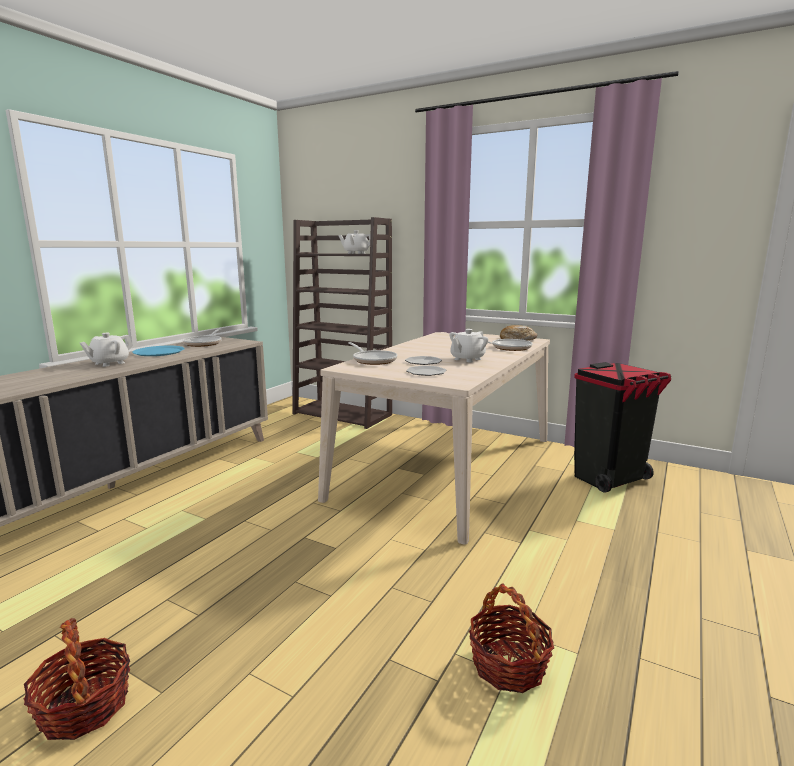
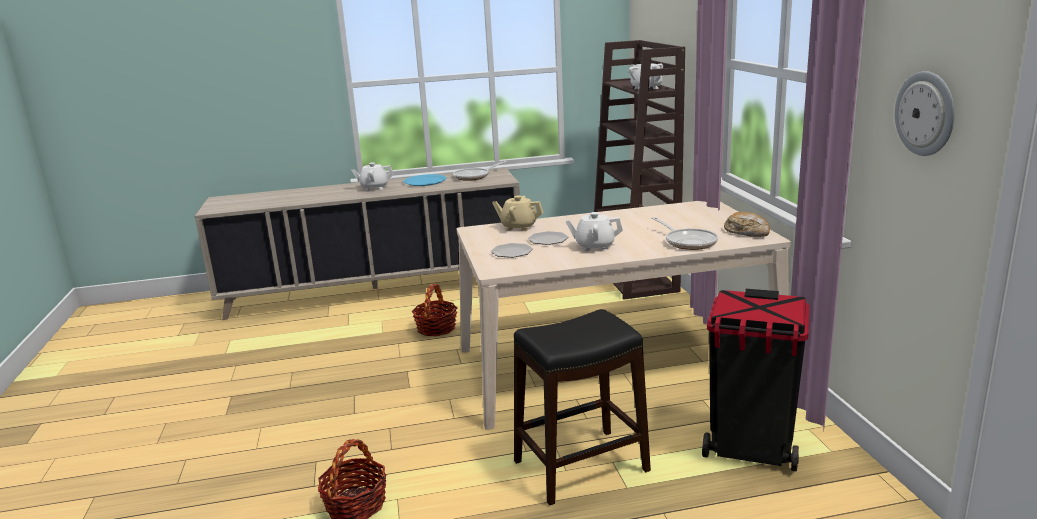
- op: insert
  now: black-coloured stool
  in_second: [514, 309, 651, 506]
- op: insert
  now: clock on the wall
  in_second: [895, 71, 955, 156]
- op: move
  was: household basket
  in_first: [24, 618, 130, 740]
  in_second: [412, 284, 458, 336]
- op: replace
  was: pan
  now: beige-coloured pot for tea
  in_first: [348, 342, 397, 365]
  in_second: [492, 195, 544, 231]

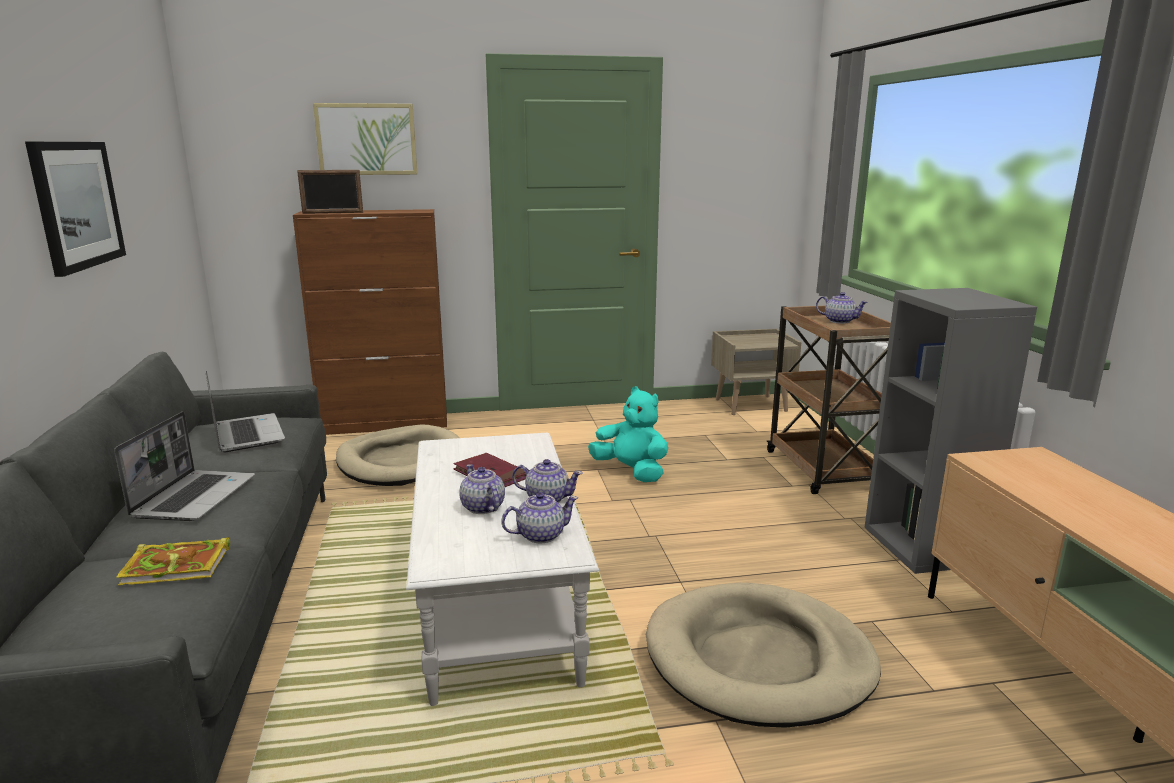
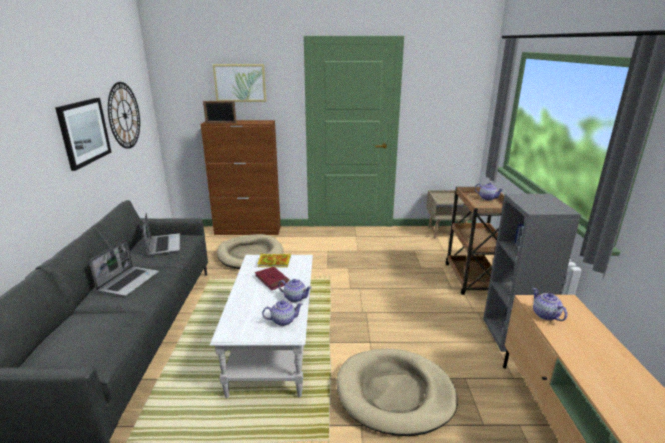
- op: delete
  was: turquoise-coloured soft toy
  in_first: [588, 387, 668, 482]
- op: insert
  now: clock on the wall
  in_second: [108, 82, 140, 149]
- op: move
  was: book
  in_first: [116, 537, 230, 585]
  in_second: [258, 254, 291, 267]
- op: move
  was: pot for tea
  in_first: [459, 464, 505, 514]
  in_second: [533, 288, 567, 321]

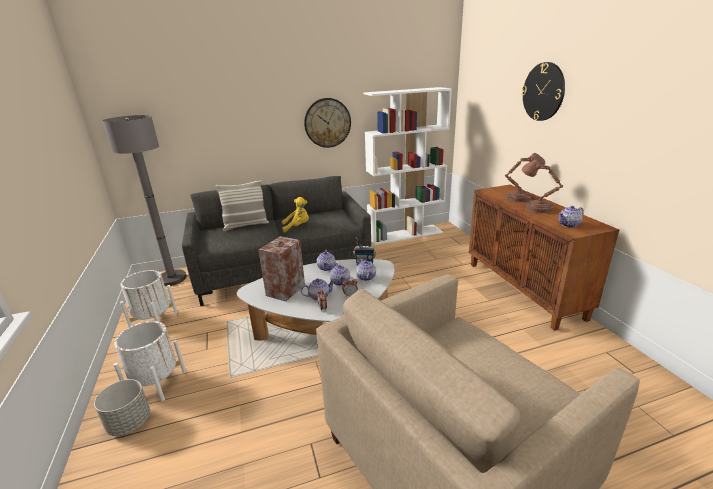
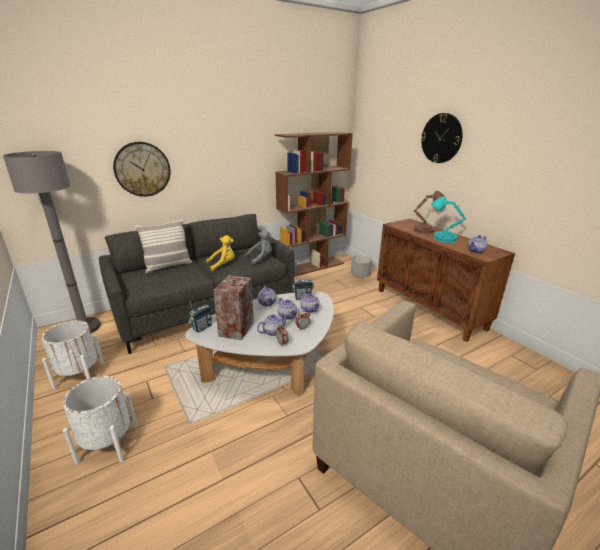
- op: insert
  now: radio receiver
  in_second: [188, 302, 212, 333]
- op: insert
  now: gray soft toy
  in_second: [244, 230, 272, 265]
- op: move
  was: gray flower pot
  in_first: [94, 379, 150, 436]
  in_second: [351, 255, 372, 278]
- op: move
  was: clock on the wall
  in_first: [304, 98, 351, 148]
  in_second: [113, 142, 171, 197]
- op: recolor
  was: whitish bookshelf
  now: brown-coloured bookshelf
  in_first: [364, 87, 452, 245]
  in_second: [275, 132, 353, 277]
- op: recolor
  was: brown-coloured table lamp
  now: turquoise-coloured table lamp
  in_first: [522, 160, 563, 214]
  in_second: [431, 196, 466, 243]

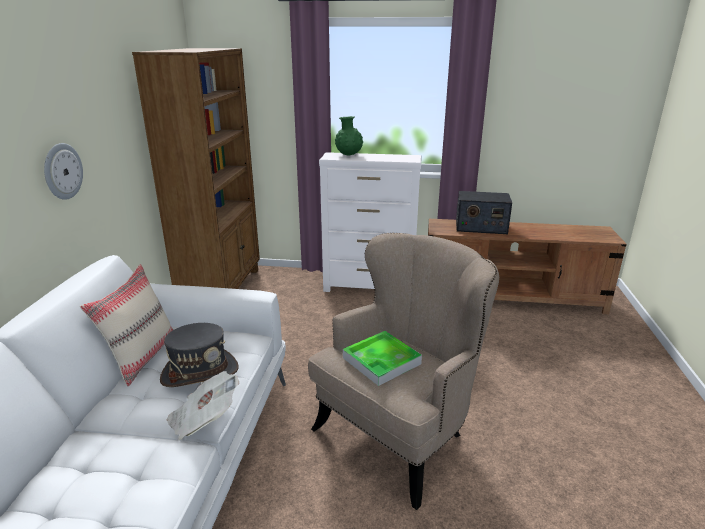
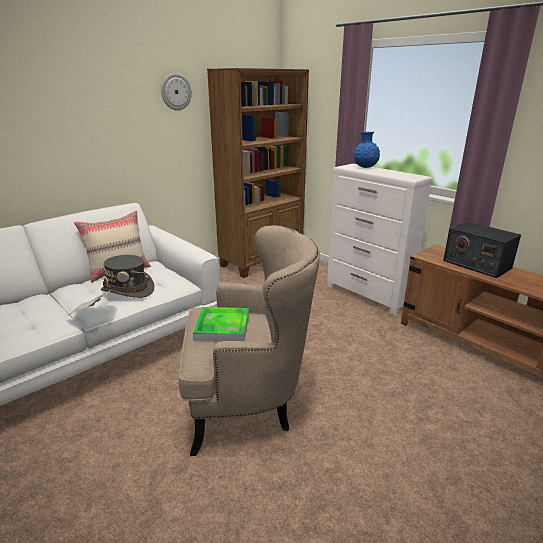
- op: move
  was: clock on the wall
  in_first: [44, 143, 83, 200]
  in_second: [161, 73, 192, 110]
- op: recolor
  was: green decorative vase
  now: blue-coloured decorative vase
  in_first: [335, 116, 363, 155]
  in_second: [354, 132, 380, 168]

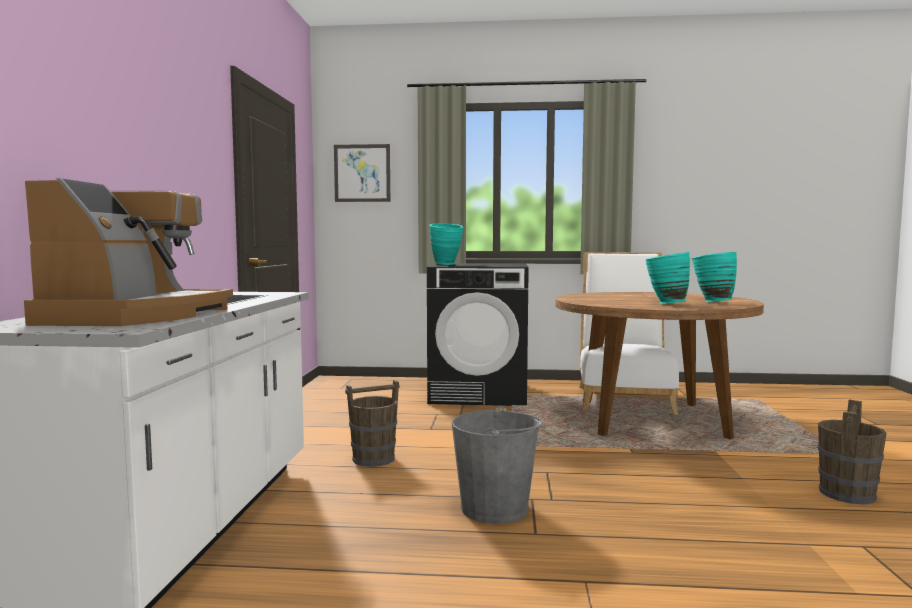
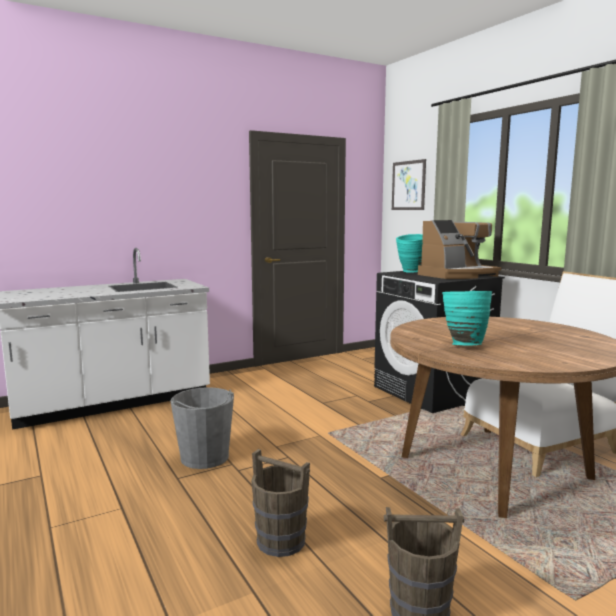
- op: delete
  was: turquoise-coloured decorative vase
  in_first: [692, 252, 737, 302]
- op: move
  was: coffee maker
  in_first: [24, 178, 233, 326]
  in_second: [418, 220, 501, 279]
- op: move
  was: brown-coloured water bucket
  in_first: [345, 380, 400, 467]
  in_second: [251, 449, 310, 557]

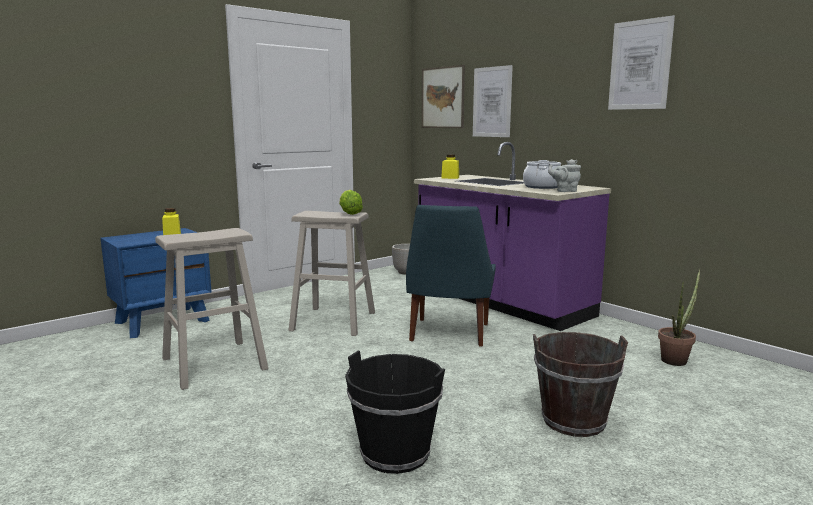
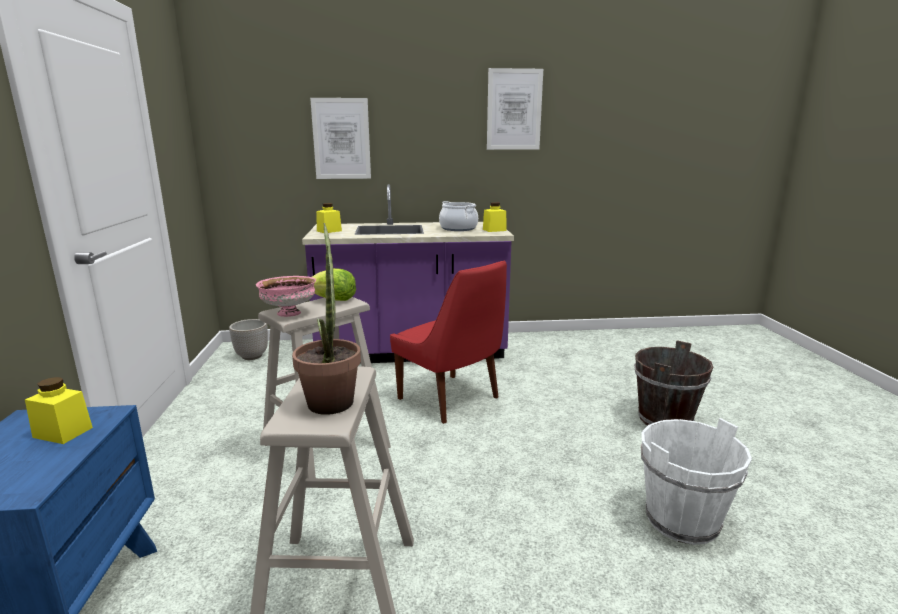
- op: delete
  was: wall art
  in_first: [422, 65, 465, 128]
- op: insert
  now: pink-coloured deep dish
  in_second: [256, 276, 316, 317]
- op: move
  was: houseplant
  in_first: [658, 269, 700, 366]
  in_second: [292, 223, 361, 415]
- op: replace
  was: gray pot for tea
  now: yellow jar
  in_first: [548, 159, 581, 192]
  in_second: [483, 202, 507, 232]
- op: recolor
  was: black-coloured water bucket
  now: whitish water bucket
  in_first: [345, 351, 445, 474]
  in_second: [641, 418, 752, 545]
- op: recolor
  was: blue-coloured upright chair
  now: red upright chair
  in_first: [406, 205, 496, 347]
  in_second: [390, 261, 507, 424]

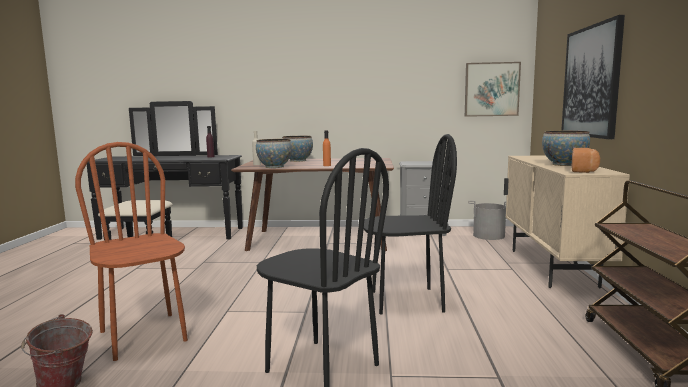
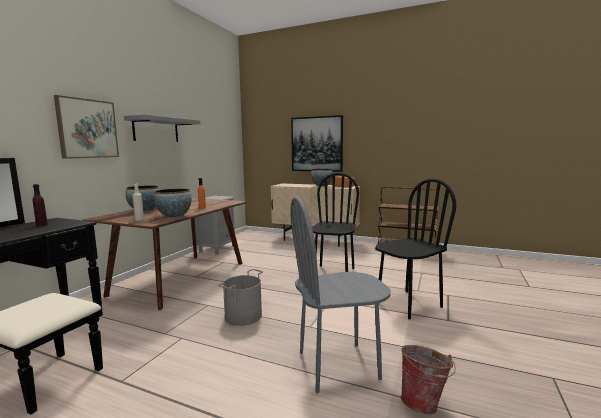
- op: insert
  now: gray bracket shelf
  in_second: [124, 114, 201, 142]
- op: move
  was: wall art
  in_first: [465, 62, 521, 117]
  in_second: [54, 95, 119, 159]
- op: move
  was: gray water bucket
  in_first: [468, 201, 506, 240]
  in_second: [218, 269, 263, 326]
- op: recolor
  was: brown-coloured upright chair
  now: gray upright chair
  in_first: [75, 142, 188, 361]
  in_second: [290, 196, 391, 393]

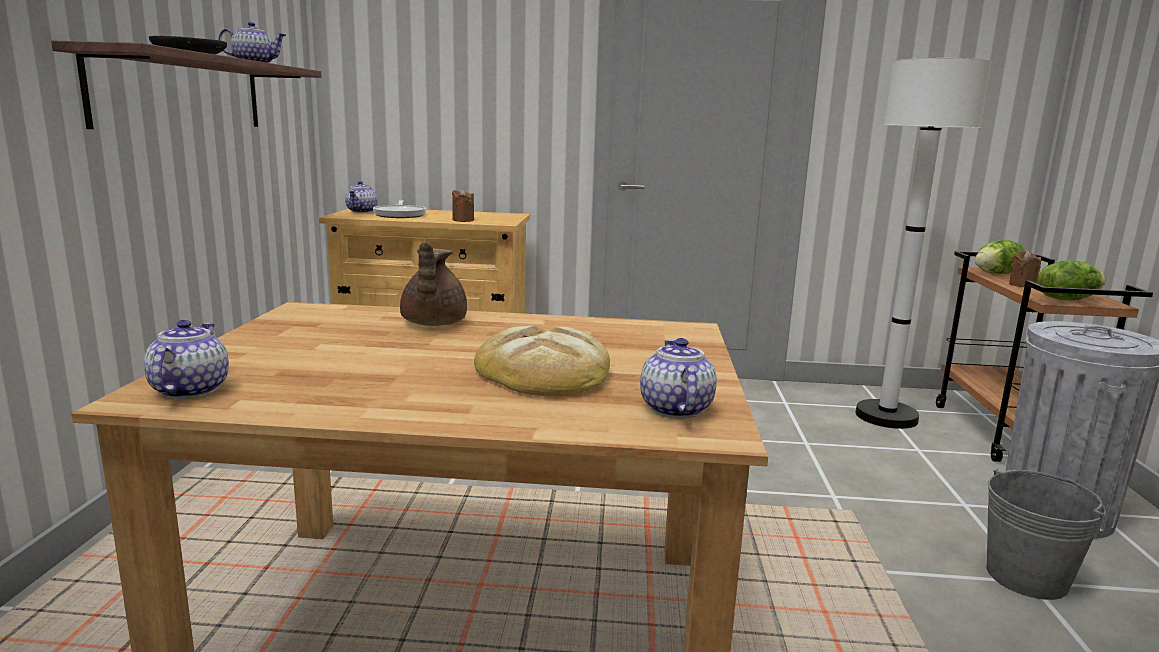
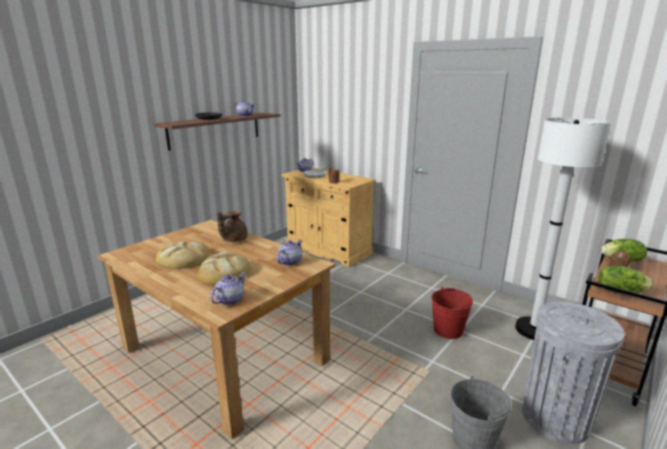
- op: insert
  now: bakery bread
  in_second: [156, 241, 210, 269]
- op: insert
  now: red water bucket
  in_second: [432, 287, 473, 339]
- op: move
  was: pot for tea
  in_first: [144, 320, 229, 399]
  in_second: [277, 240, 302, 266]

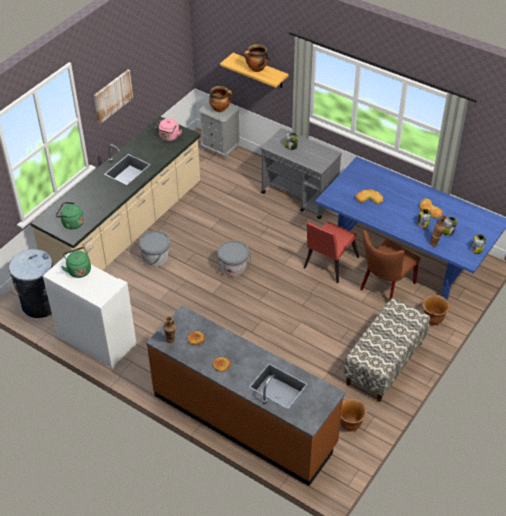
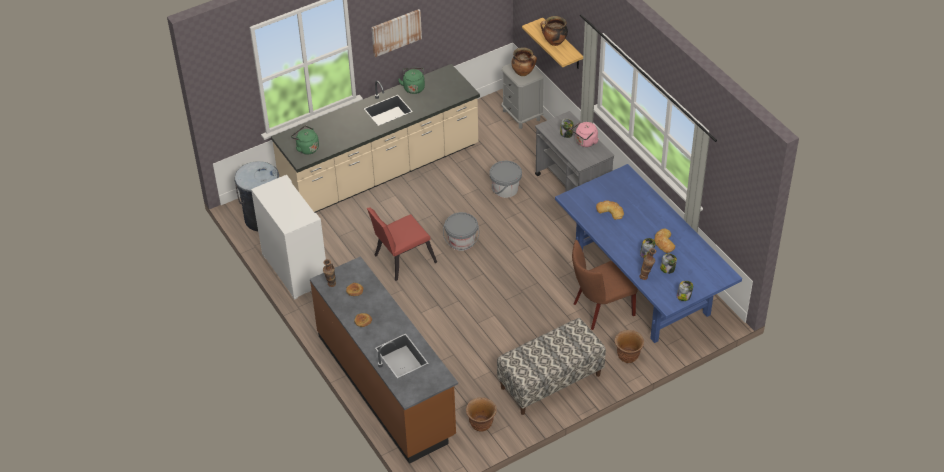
- op: move
  was: green kettle
  in_first: [61, 247, 91, 278]
  in_second: [398, 68, 425, 94]
- op: move
  was: gray water bucket
  in_first: [139, 231, 170, 266]
  in_second: [490, 161, 522, 198]
- op: move
  was: pink-coloured kettle
  in_first: [155, 118, 182, 141]
  in_second: [571, 122, 598, 147]
- op: move
  was: red upright chair
  in_first: [304, 221, 360, 283]
  in_second: [367, 207, 437, 281]

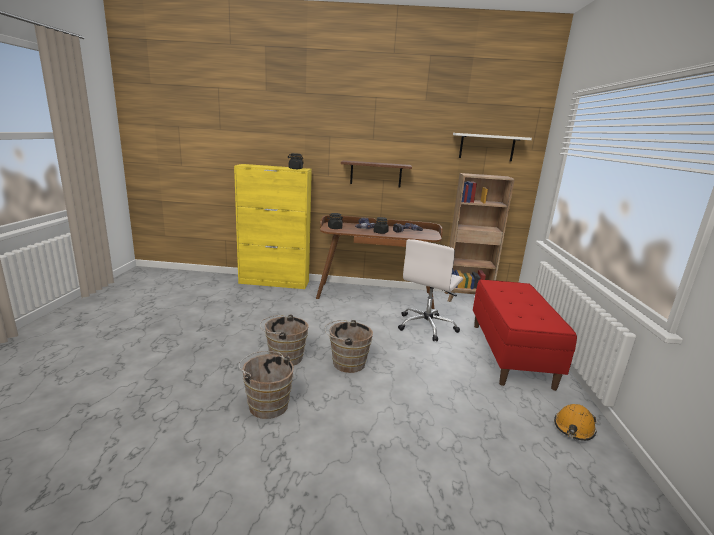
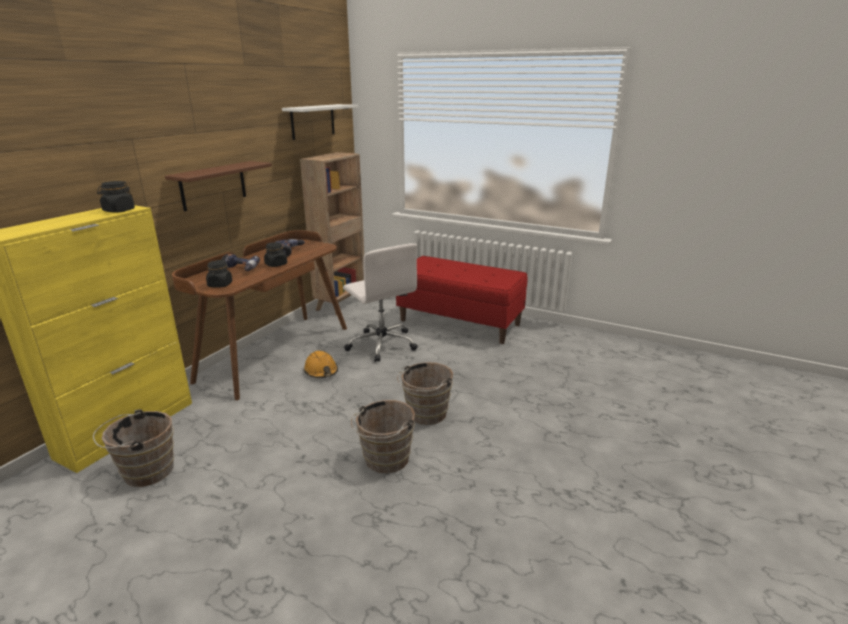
- op: move
  was: brown-coloured water bucket
  in_first: [239, 351, 294, 419]
  in_second: [93, 409, 174, 487]
- op: move
  was: orange safety helmet
  in_first: [554, 404, 597, 441]
  in_second: [304, 351, 338, 378]

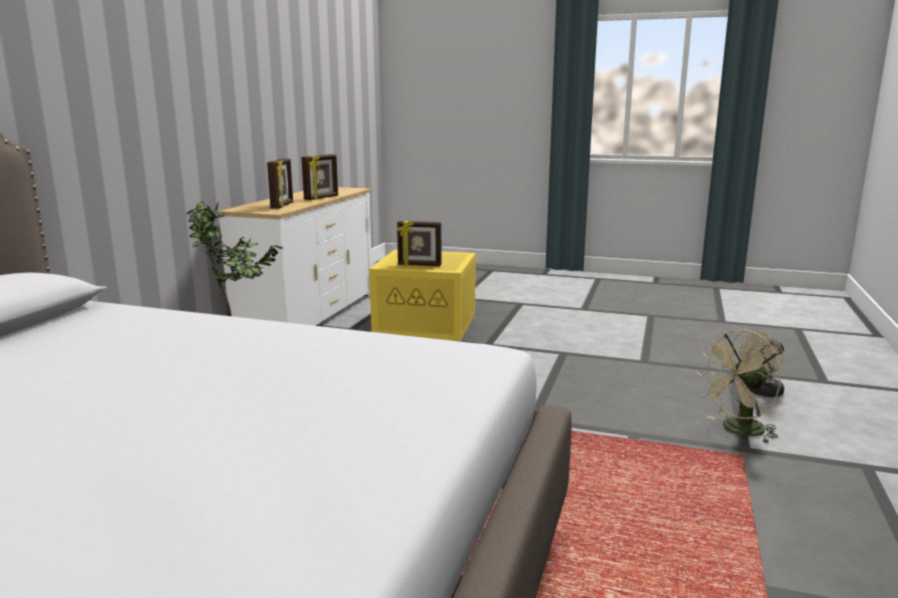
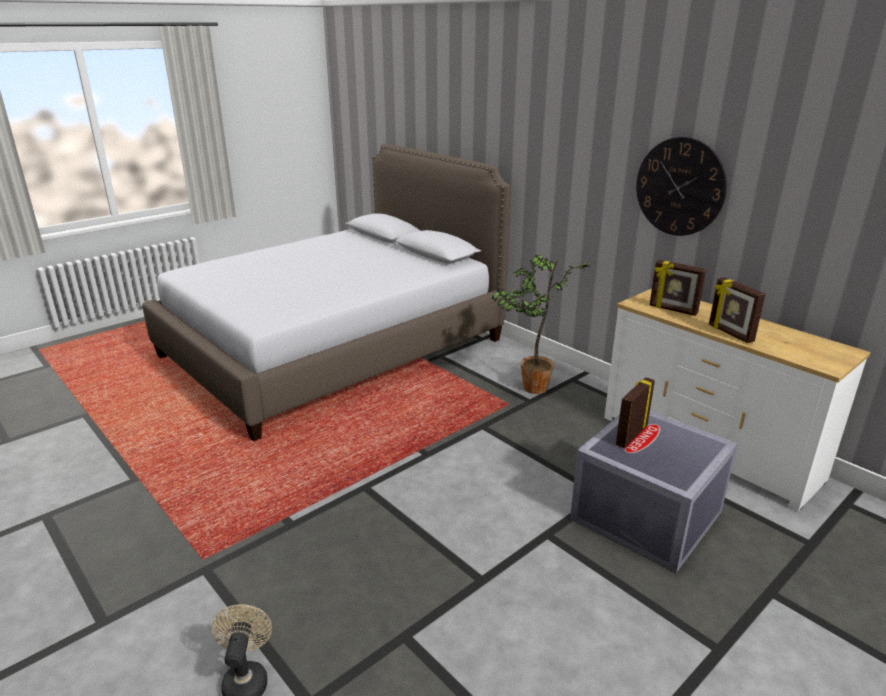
- op: delete
  was: beige-coloured electric fan
  in_first: [697, 329, 781, 443]
- op: insert
  now: clock on the wall
  in_second: [636, 137, 727, 236]
- op: recolor
  was: yellow storage container
  now: gray storage container
  in_first: [369, 250, 476, 341]
  in_second: [570, 411, 738, 573]

